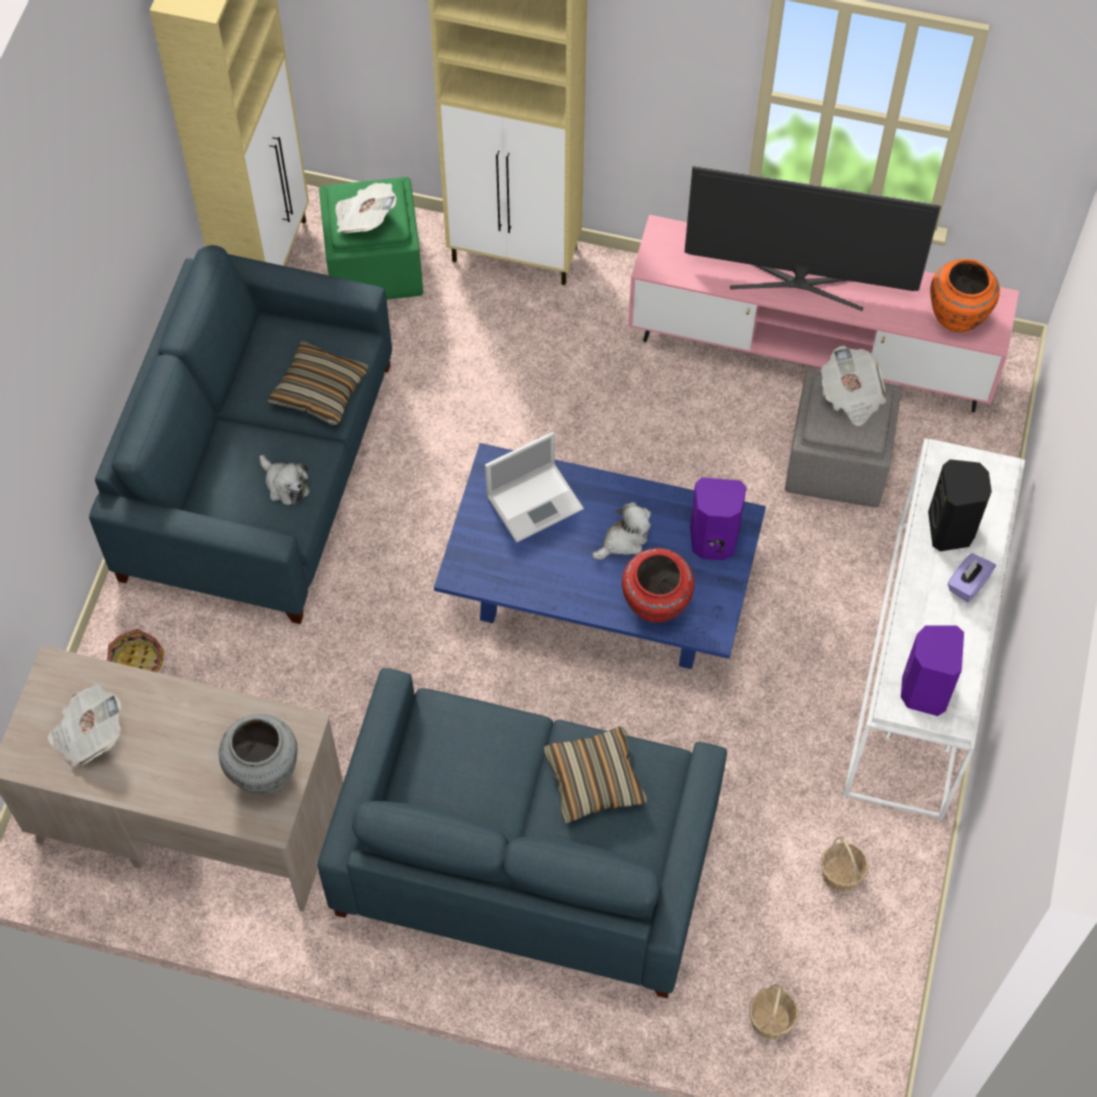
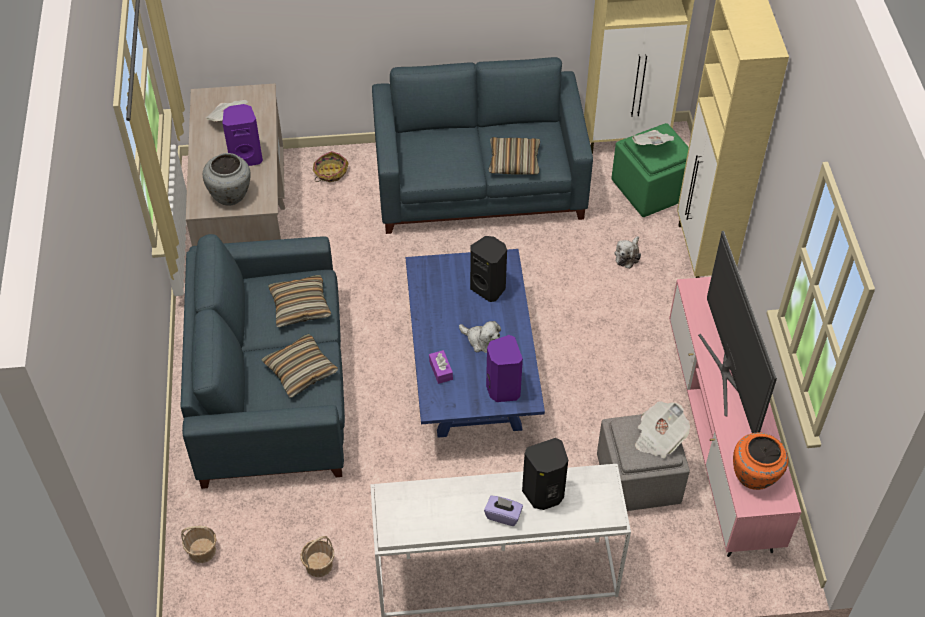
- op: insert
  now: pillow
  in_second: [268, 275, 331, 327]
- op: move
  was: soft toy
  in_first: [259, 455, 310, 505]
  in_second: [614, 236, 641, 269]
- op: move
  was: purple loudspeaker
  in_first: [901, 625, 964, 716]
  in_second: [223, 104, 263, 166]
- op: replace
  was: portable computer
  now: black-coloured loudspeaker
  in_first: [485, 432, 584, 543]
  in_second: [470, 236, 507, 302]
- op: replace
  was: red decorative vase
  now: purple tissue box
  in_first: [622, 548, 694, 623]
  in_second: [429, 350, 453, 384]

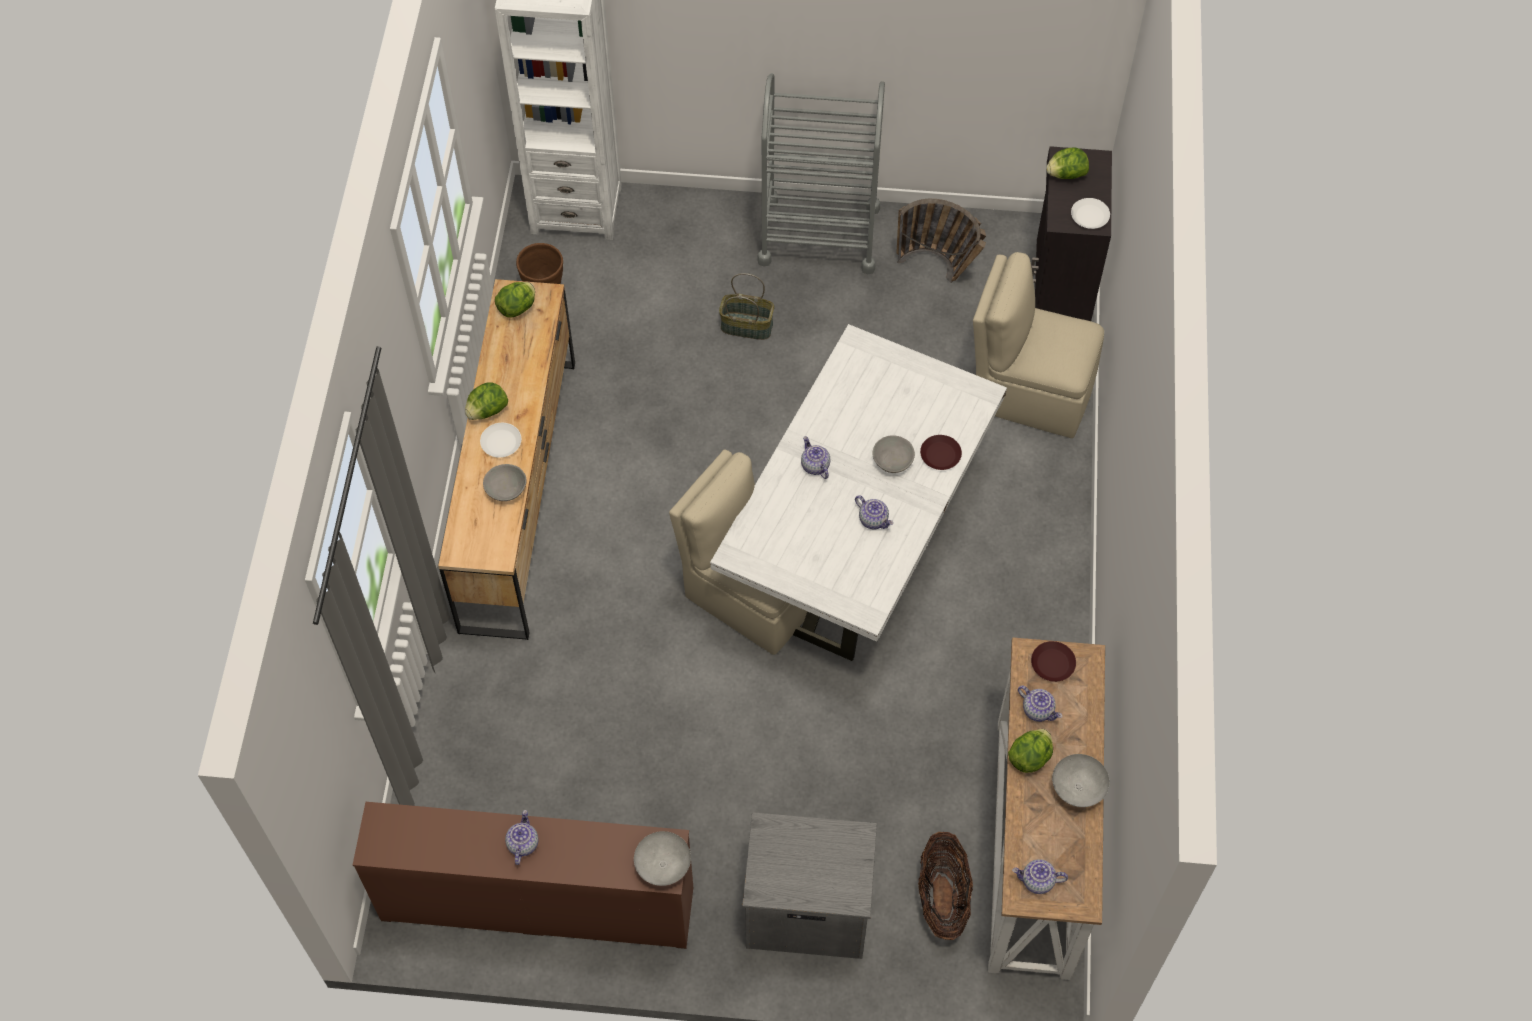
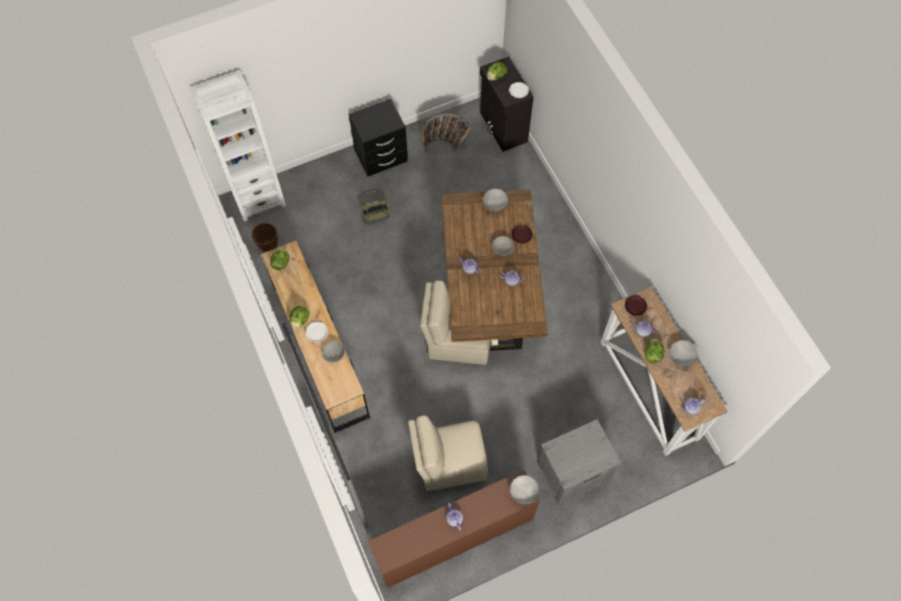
- op: delete
  was: household basket
  in_first: [918, 832, 973, 940]
- op: insert
  now: gray deep dish
  in_second: [483, 189, 508, 211]
- op: move
  was: beige-coloured upright chair
  in_first: [973, 252, 1104, 438]
  in_second: [408, 415, 488, 491]
- op: replace
  was: gray cart
  now: black-coloured night table
  in_first: [757, 74, 885, 274]
  in_second: [349, 99, 408, 176]
- op: recolor
  was: whitish kitchen table
  now: brown-coloured kitchen table
  in_first: [710, 324, 1007, 661]
  in_second: [442, 189, 547, 351]

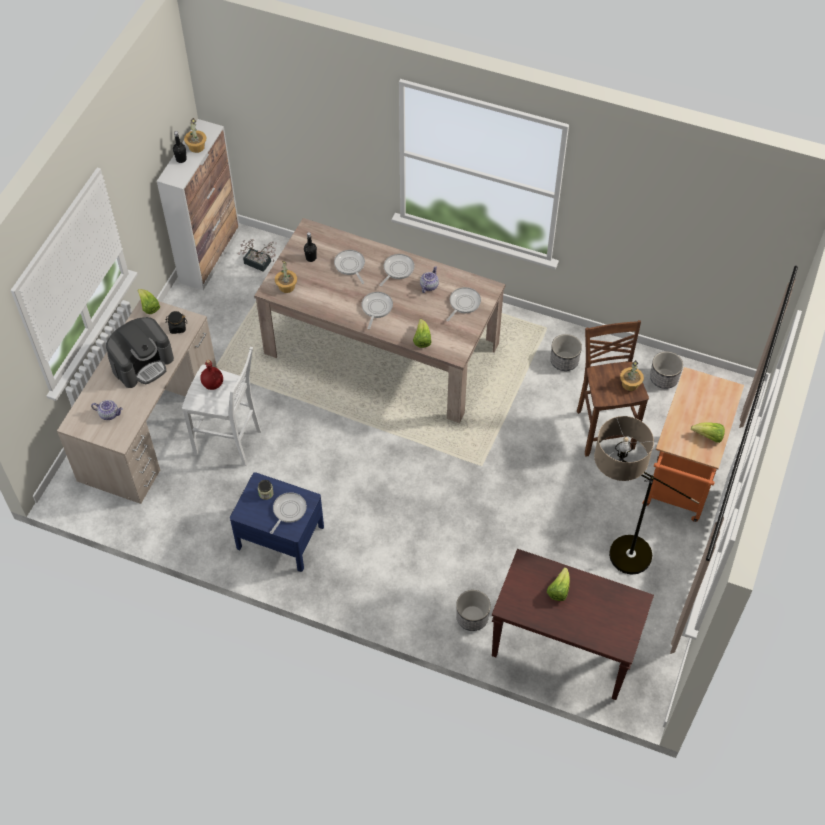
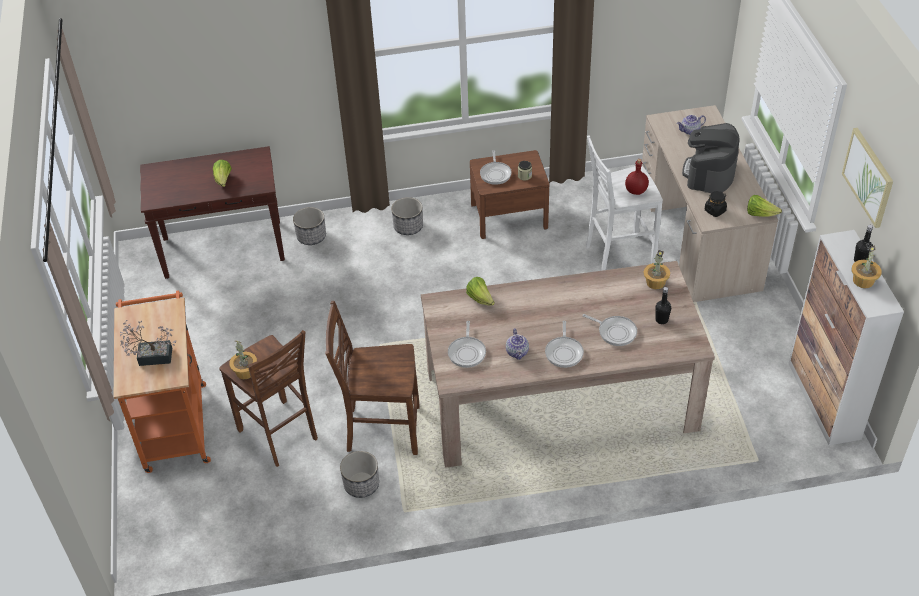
- op: delete
  was: pan
  in_first: [361, 292, 393, 329]
- op: delete
  was: standard lamp
  in_first: [594, 416, 699, 574]
- op: delete
  was: lettuce
  in_first: [691, 422, 725, 443]
- op: insert
  now: brown-coloured upright chair
  in_second: [325, 301, 420, 455]
- op: insert
  now: wall art
  in_second: [842, 128, 893, 228]
- op: move
  was: houseplant
  in_first: [237, 239, 277, 272]
  in_second: [120, 320, 176, 366]
- op: move
  was: flower pot
  in_first: [650, 351, 683, 389]
  in_second: [391, 197, 423, 235]
- op: recolor
  was: blue-coloured night table
  now: brown-coloured night table
  in_first: [230, 472, 324, 572]
  in_second: [470, 150, 549, 239]

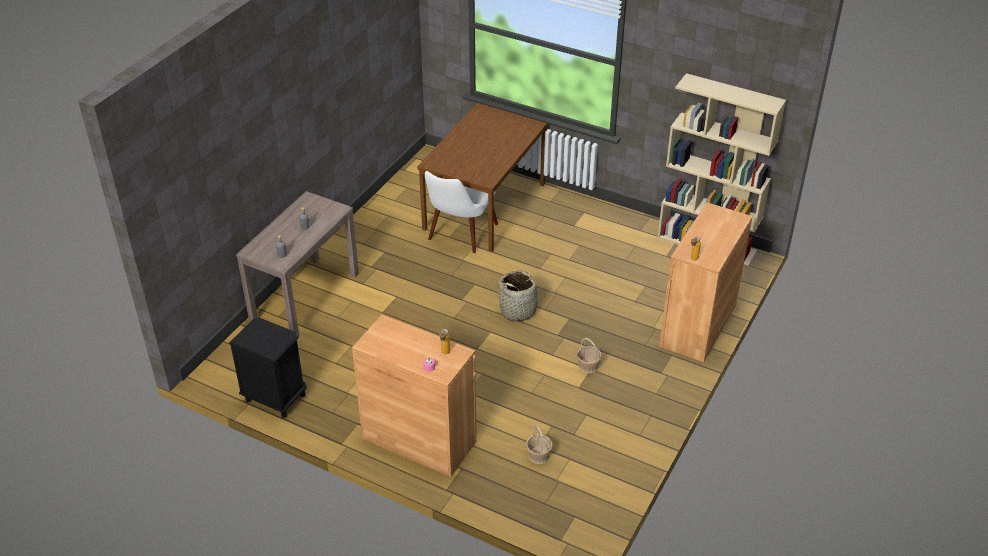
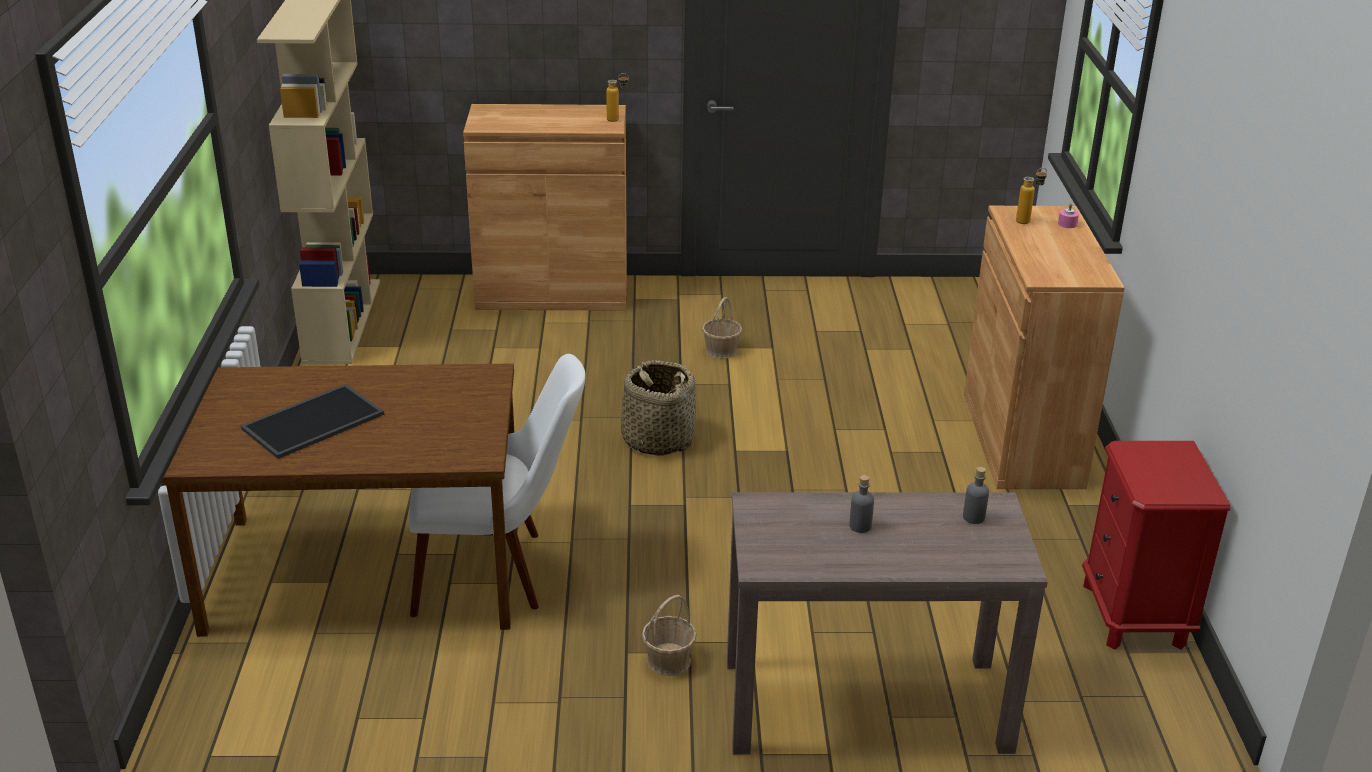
- op: insert
  now: tray
  in_second: [241, 384, 384, 459]
- op: move
  was: household basket
  in_first: [526, 426, 553, 464]
  in_second: [642, 595, 697, 676]
- op: recolor
  was: black-coloured night table
  now: red night table
  in_first: [229, 318, 307, 418]
  in_second: [1082, 441, 1230, 650]

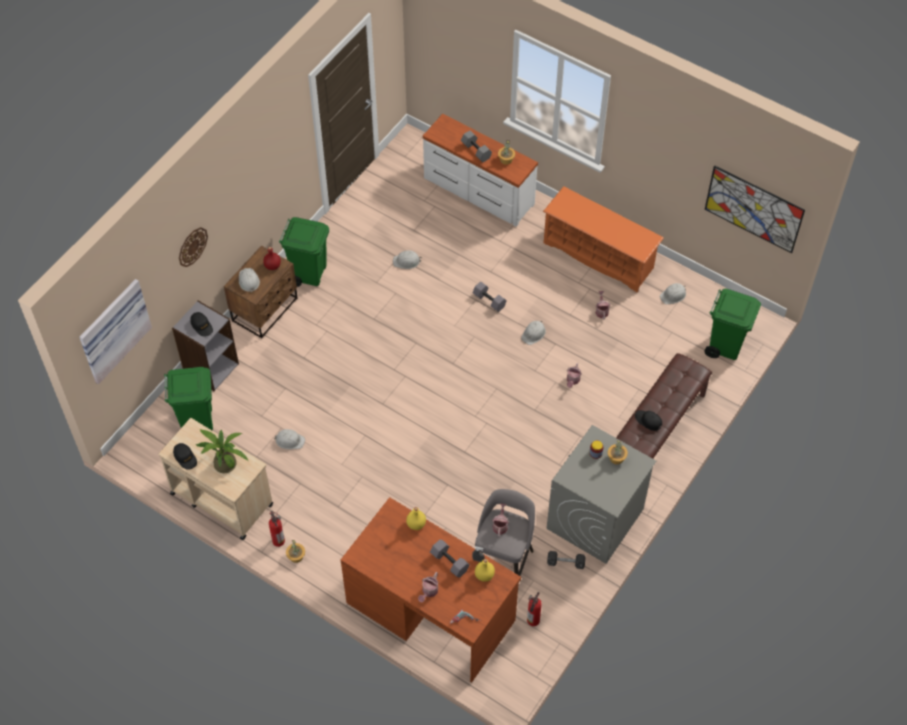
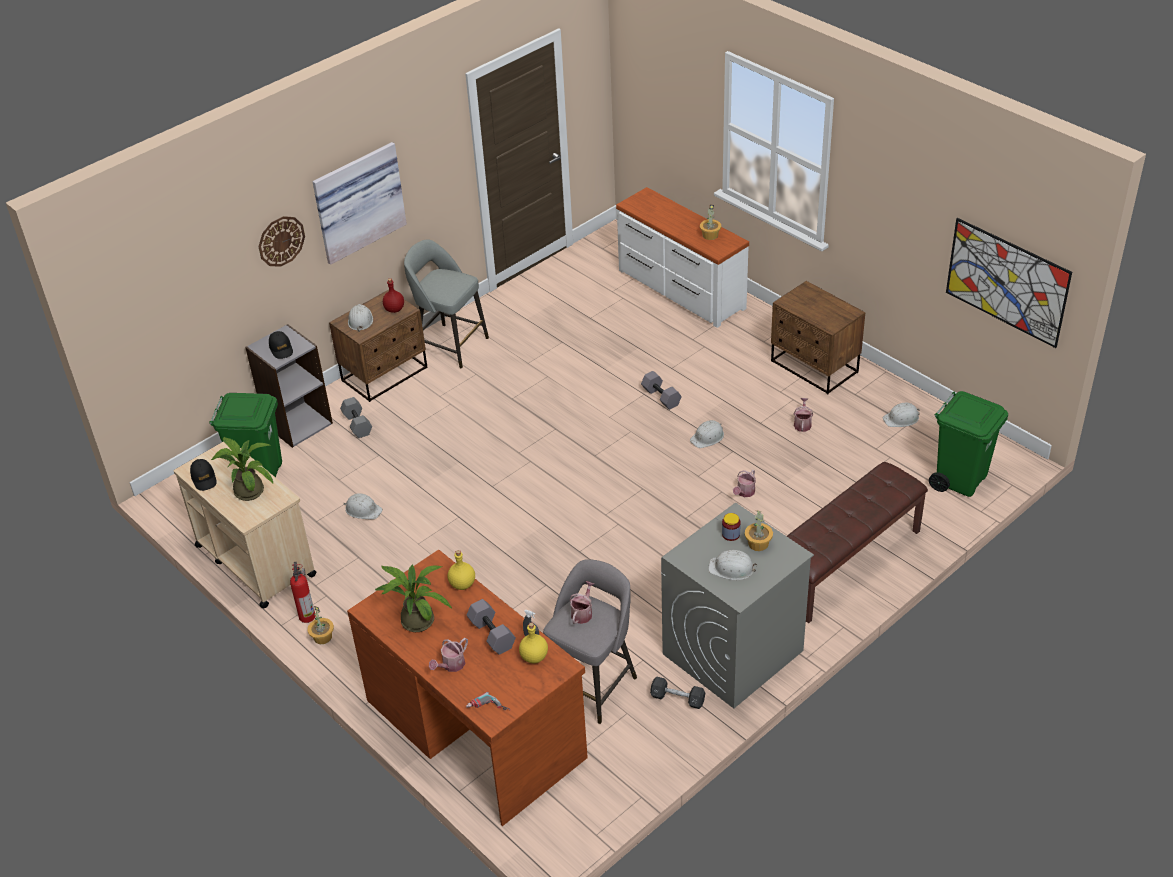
- op: delete
  was: fire-fighting cylinder
  in_first: [527, 592, 542, 626]
- op: delete
  was: black-coloured baseball cap
  in_first: [635, 410, 662, 431]
- op: insert
  now: houseplant
  in_second: [375, 564, 452, 632]
- op: move
  was: wall art
  in_first: [79, 279, 152, 384]
  in_second: [313, 142, 407, 265]
- op: move
  was: whitish safety helmet
  in_first: [393, 250, 422, 269]
  in_second: [708, 550, 757, 580]
- op: move
  was: gray free weight
  in_first: [461, 130, 492, 163]
  in_second: [340, 397, 372, 438]
- op: replace
  was: green rubbish bin
  now: gray stool
  in_first: [279, 217, 329, 287]
  in_second: [404, 239, 489, 368]
- op: replace
  was: orange shoe shelf
  now: brown-coloured night table
  in_first: [543, 186, 664, 293]
  in_second: [771, 281, 865, 394]

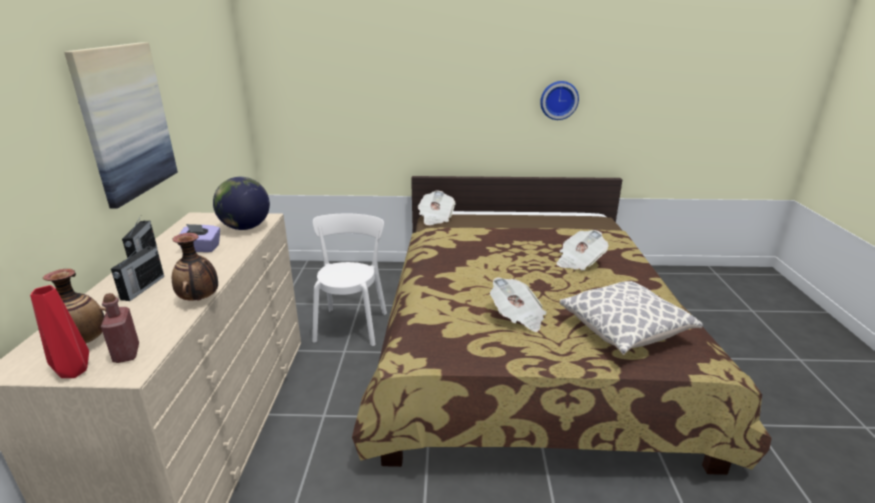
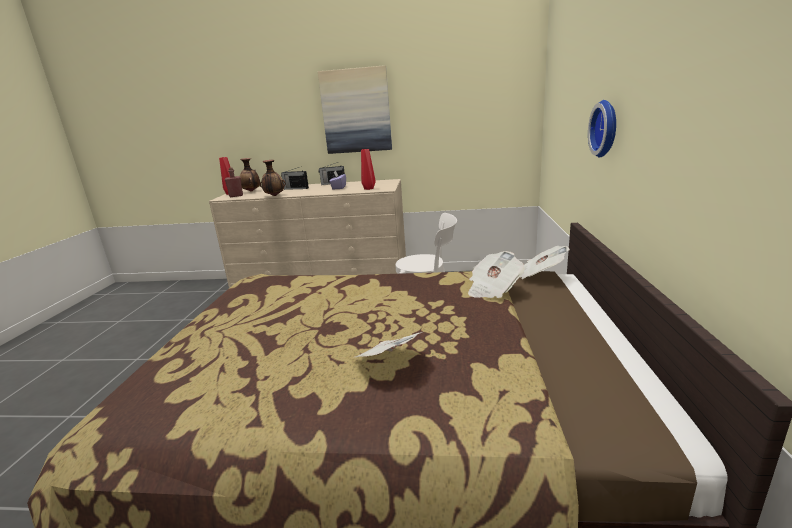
- op: delete
  was: pillow
  in_first: [560, 281, 702, 355]
- op: move
  was: printed paper
  in_first: [490, 277, 547, 332]
  in_second: [468, 251, 524, 298]
- op: move
  was: clock on the wall
  in_first: [540, 81, 579, 120]
  in_second: [588, 100, 616, 157]
- op: replace
  was: desk globe
  now: red decorative vase
  in_first: [213, 177, 270, 230]
  in_second: [361, 149, 376, 190]

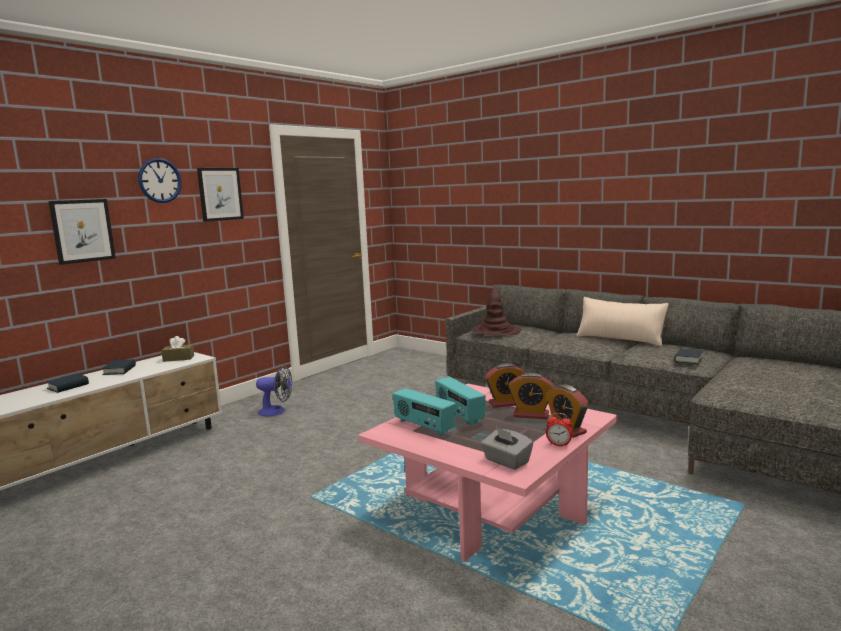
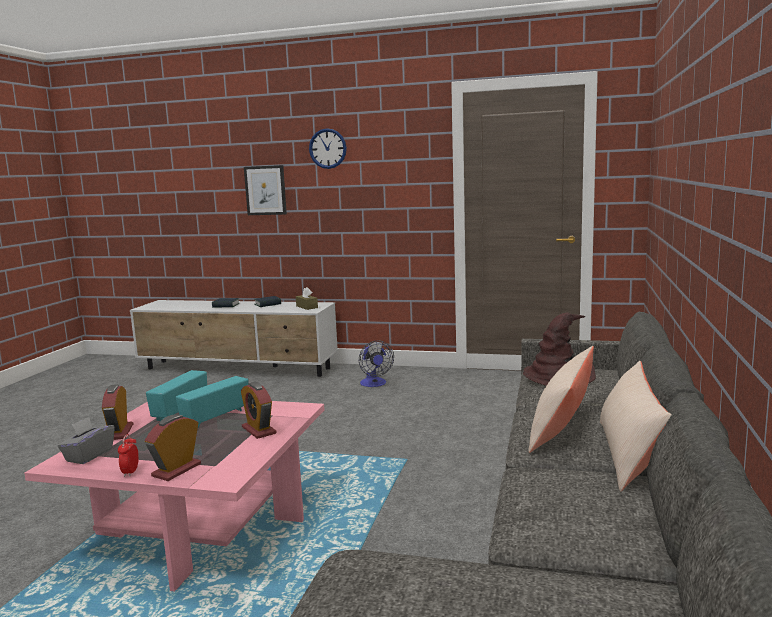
- op: delete
  was: wall art
  in_first: [197, 168, 244, 222]
- op: delete
  was: book
  in_first: [674, 348, 703, 364]
- op: insert
  now: beige-coloured pillow
  in_second: [528, 346, 594, 453]
- op: move
  was: alarm clock
  in_first: [509, 373, 554, 419]
  in_second: [102, 384, 133, 440]

